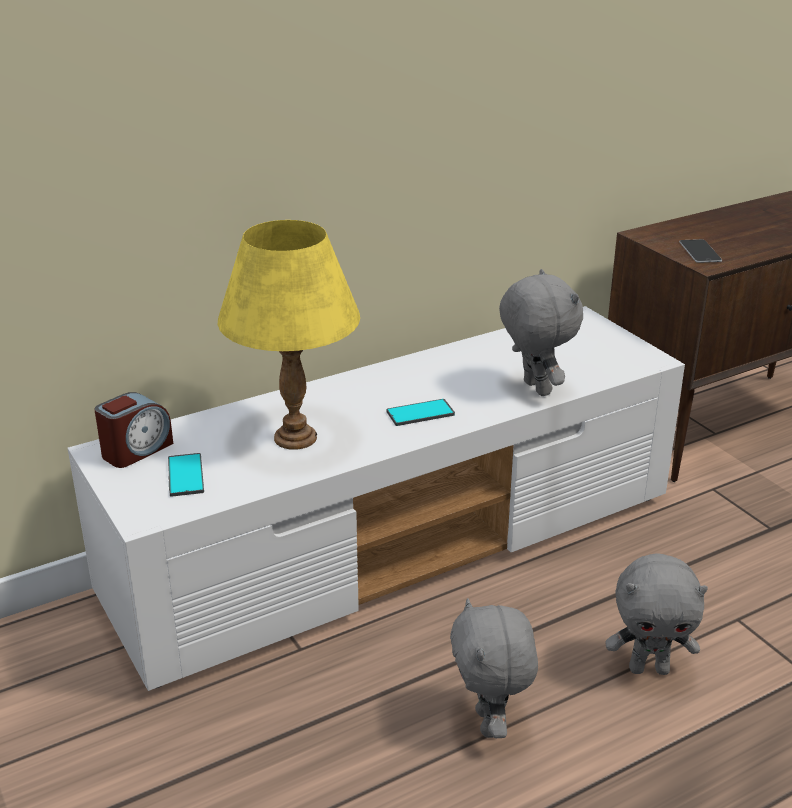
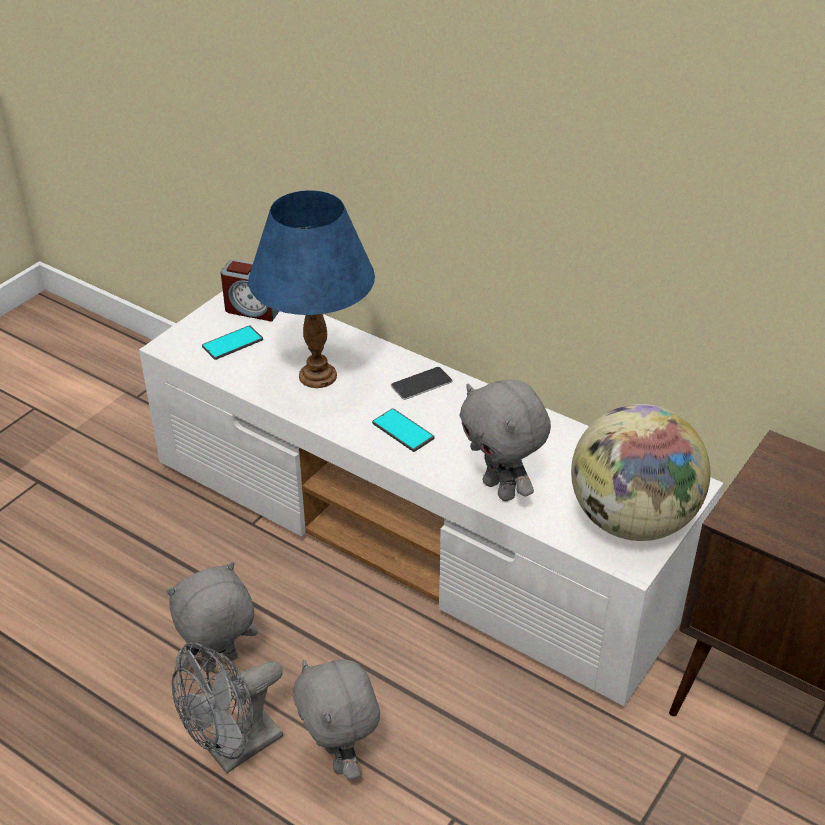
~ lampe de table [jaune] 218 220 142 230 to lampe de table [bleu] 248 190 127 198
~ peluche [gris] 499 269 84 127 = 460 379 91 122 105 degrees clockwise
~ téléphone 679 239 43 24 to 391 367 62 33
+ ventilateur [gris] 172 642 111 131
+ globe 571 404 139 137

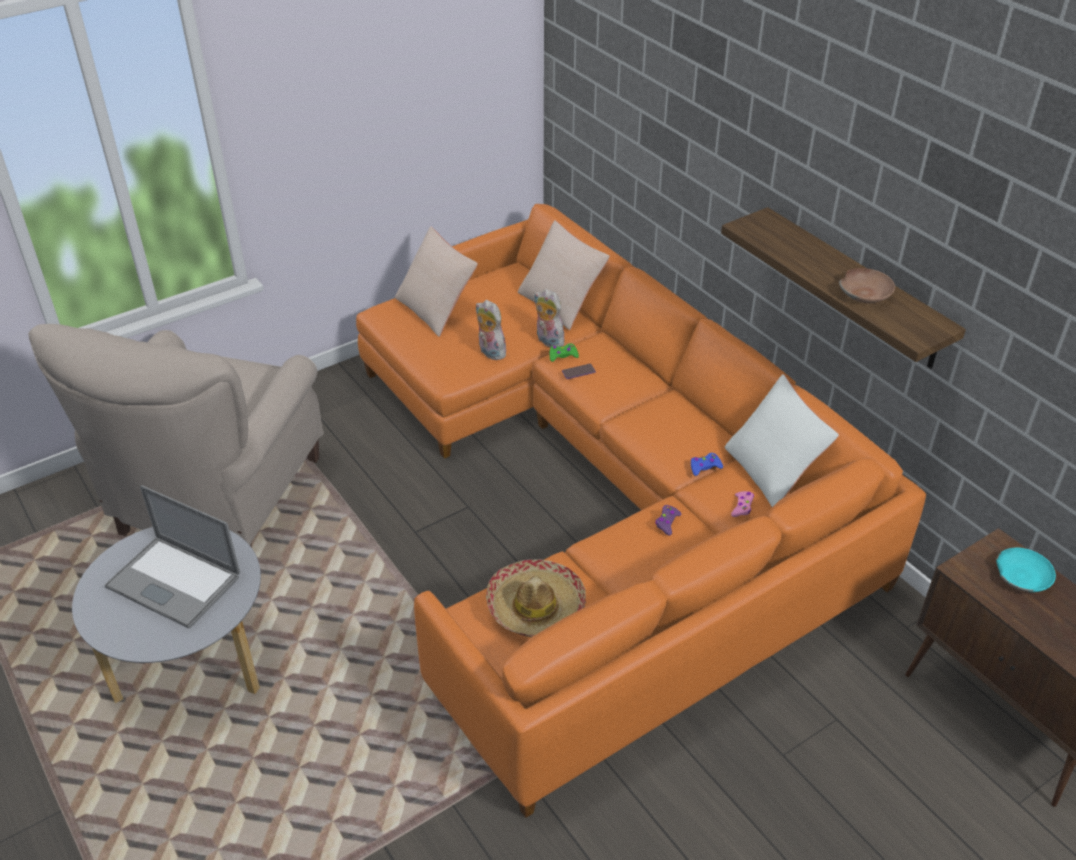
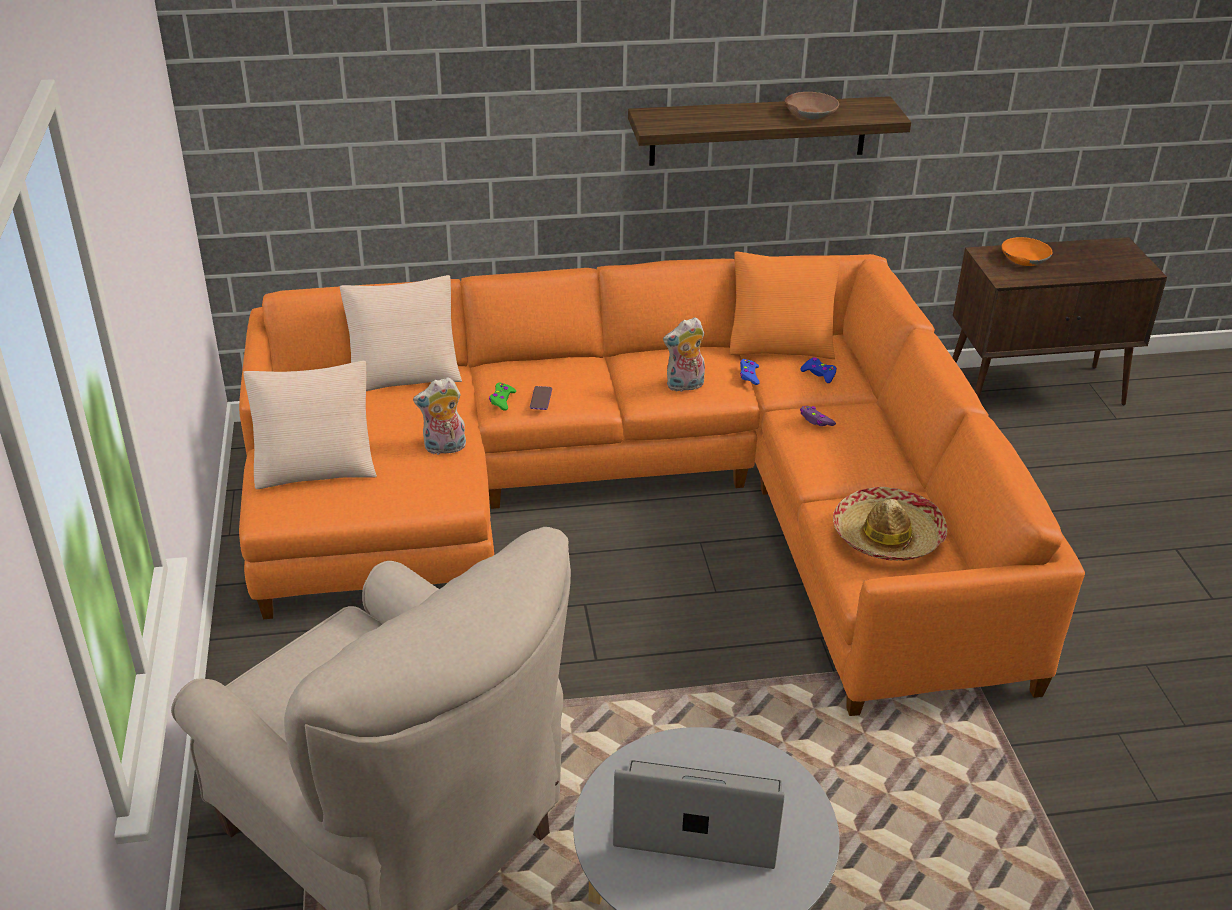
~ ordinateur portable 105 485 135 144 = 613 760 172 109 135 degrees counterclockwise
~ peluche 534 289 32 58 to 663 317 42 75
~ coussin [blanc] 725 374 114 133 to coussin [orange] 730 252 110 107
~ manette [rose] 731 491 23 26 to manette [bleu] 800 357 37 26
~ bol [turquoise] 996 548 60 44 to bol [orange] 1001 237 51 29

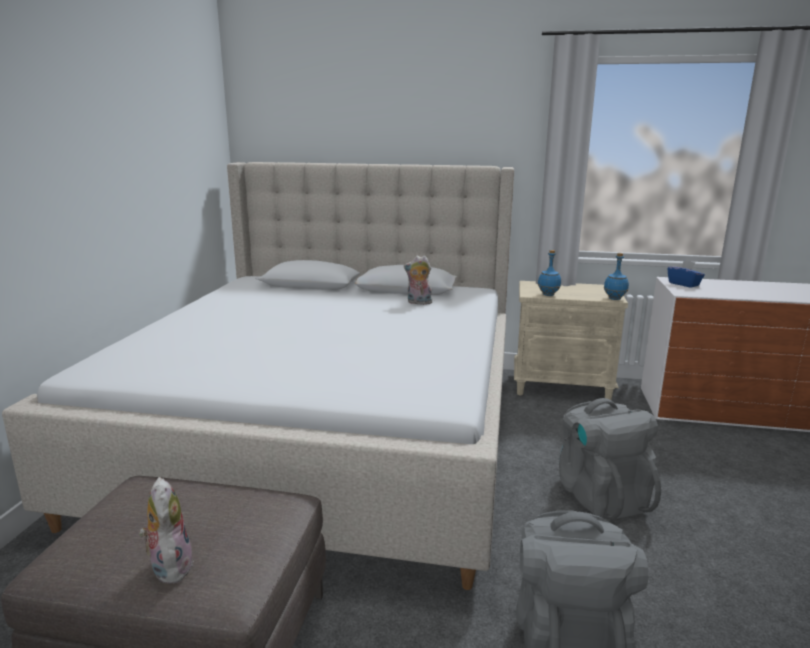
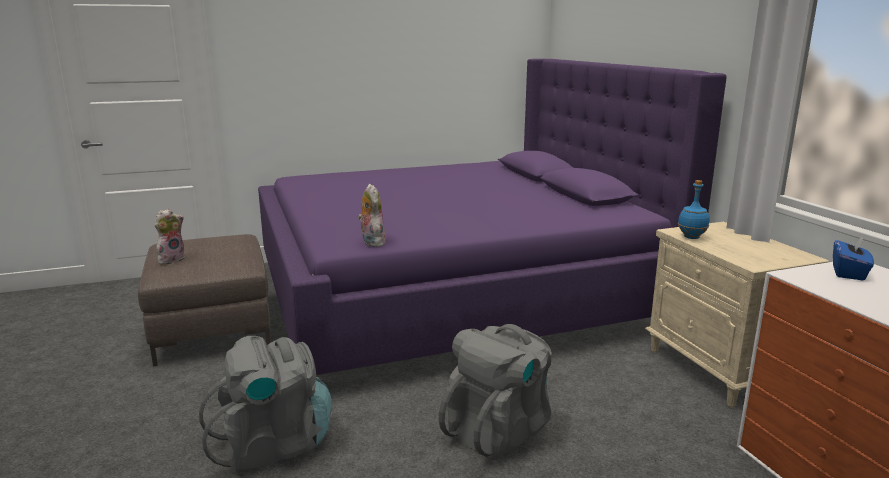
~ lit [beige] 2 162 512 428 to lit [violet] 258 59 469 318
~ peluche 404 255 28 50 to 358 184 28 63
- bouteille [bleu] 604 253 25 47

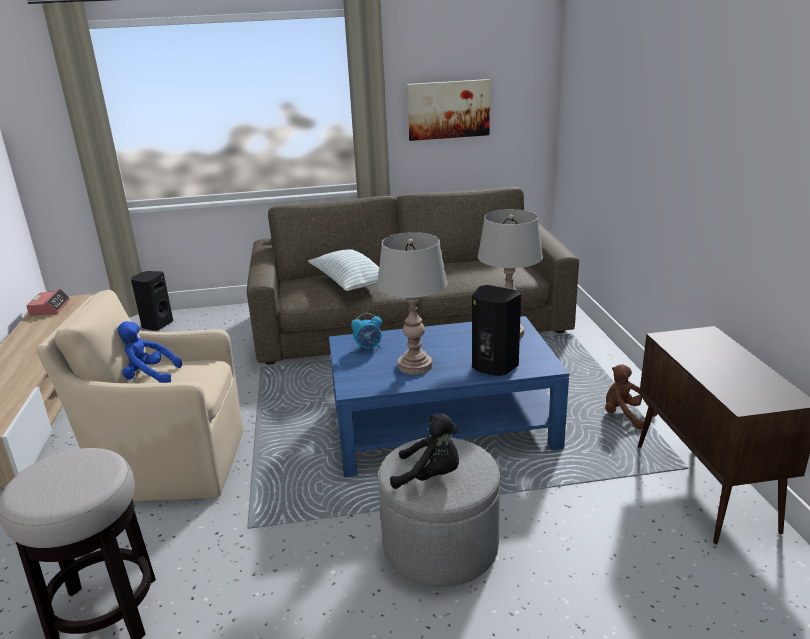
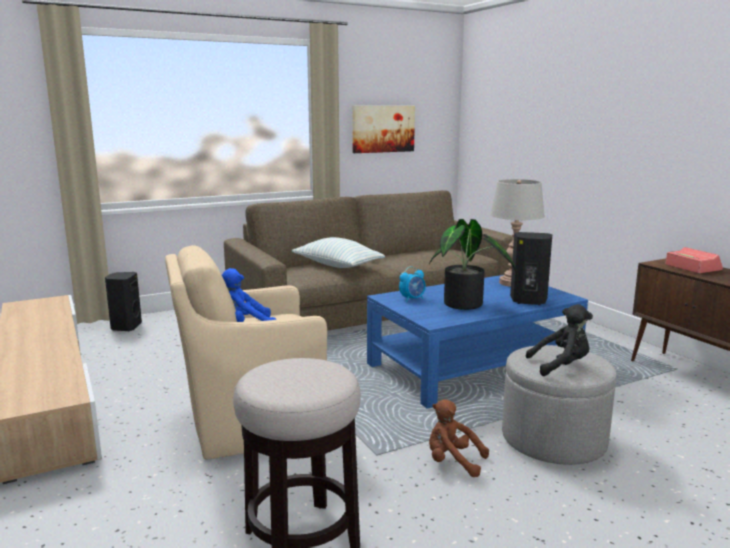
~ réveil 26 289 44 27 to 666 247 57 26
~ lampe de table [gris] 377 232 71 143 to plante en pot 429 219 88 91
~ peluche [marron] 605 364 52 65 to 429 399 60 78

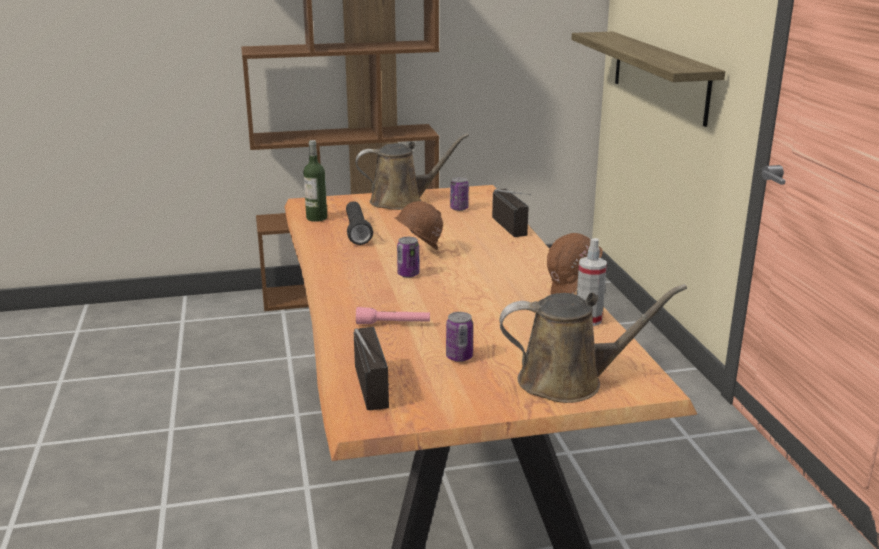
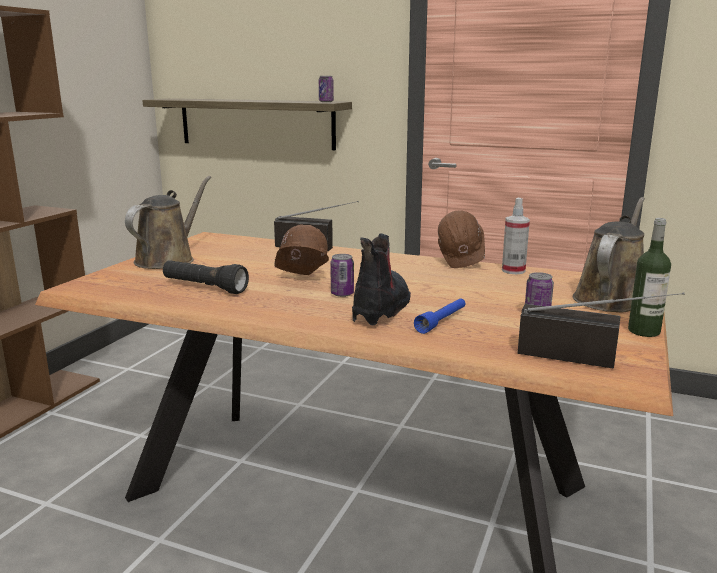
~ bouteille 303 140 24 82 to 628 218 43 119
~ lampe de poche [rose] 356 307 74 17 to lampe de poche [bleu] 414 298 51 36
~ boîte métallique 450 177 19 34 to 319 76 15 26
+ botte 352 233 59 92

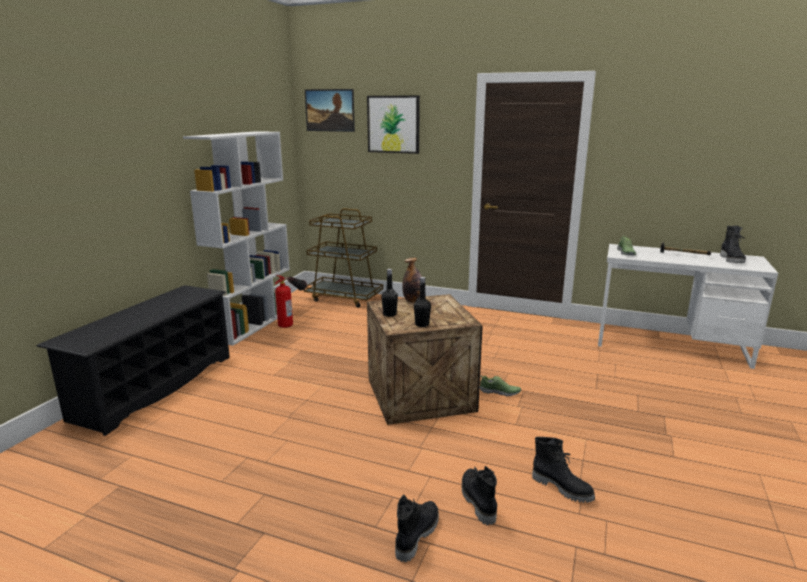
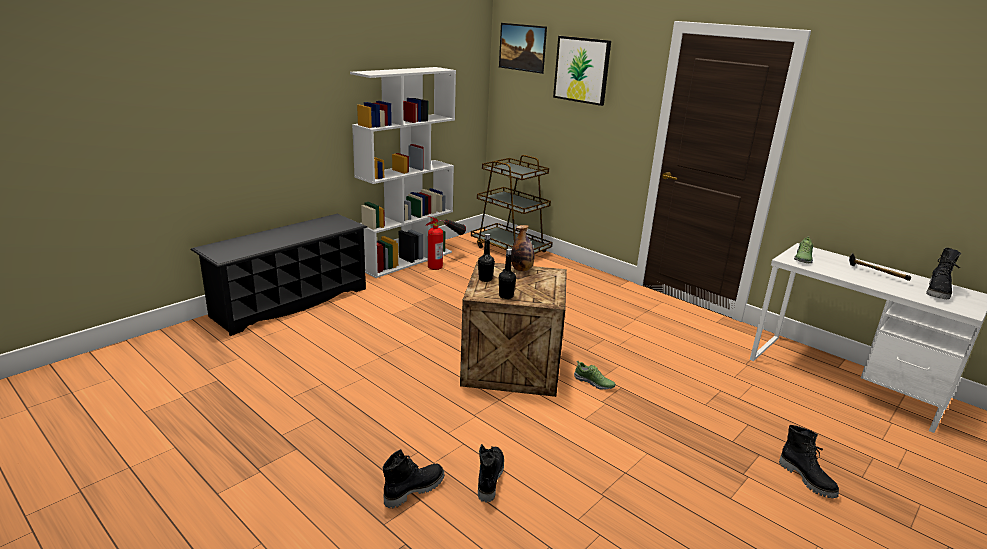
~ botte [noir] 532 437 63 66 to 779 425 60 73

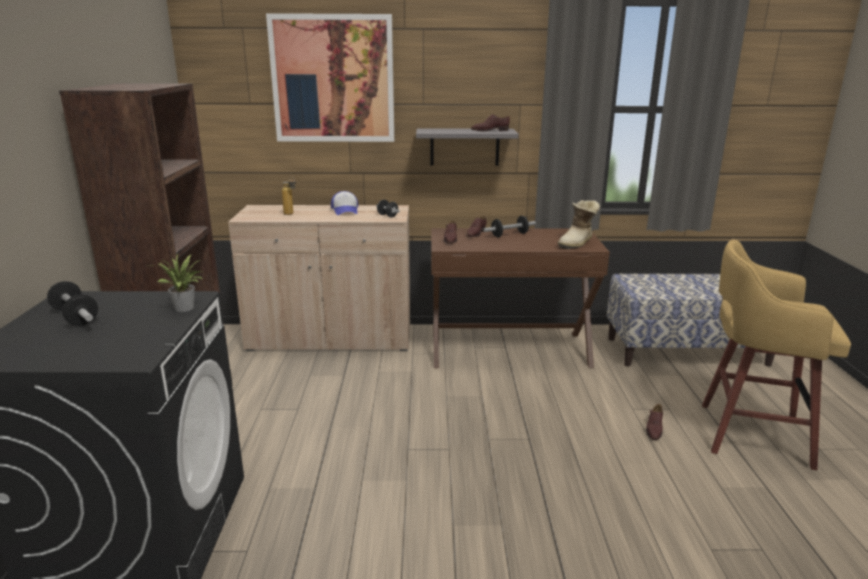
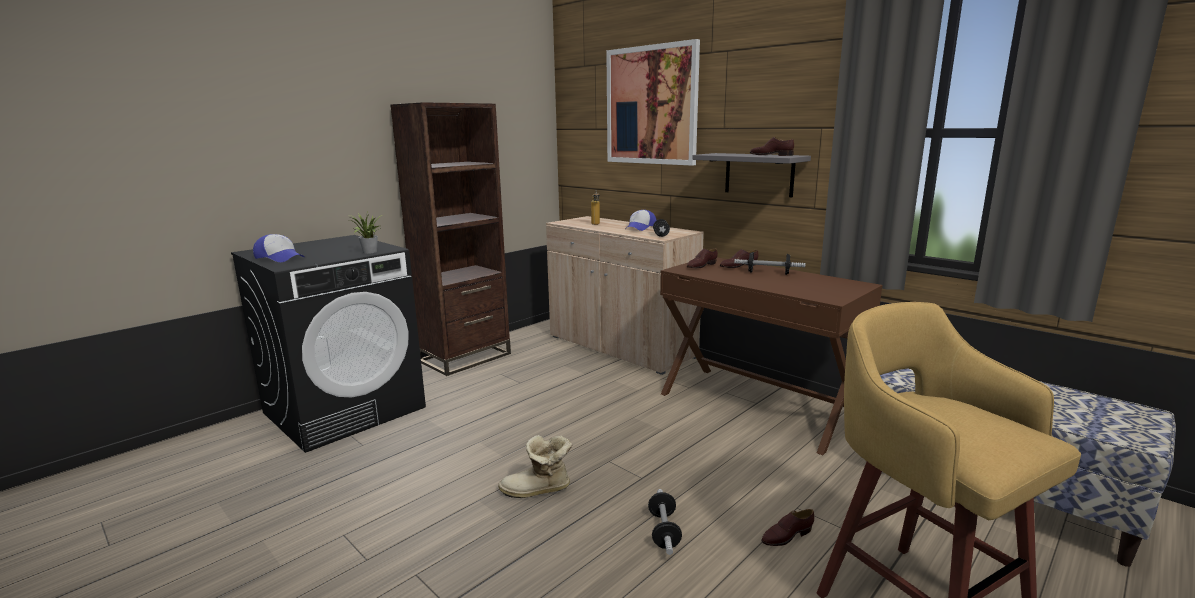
~ haltère 47 281 51 45 to 648 489 34 66
~ botte 558 200 42 49 to 498 435 74 63
+ casquette 253 234 52 28

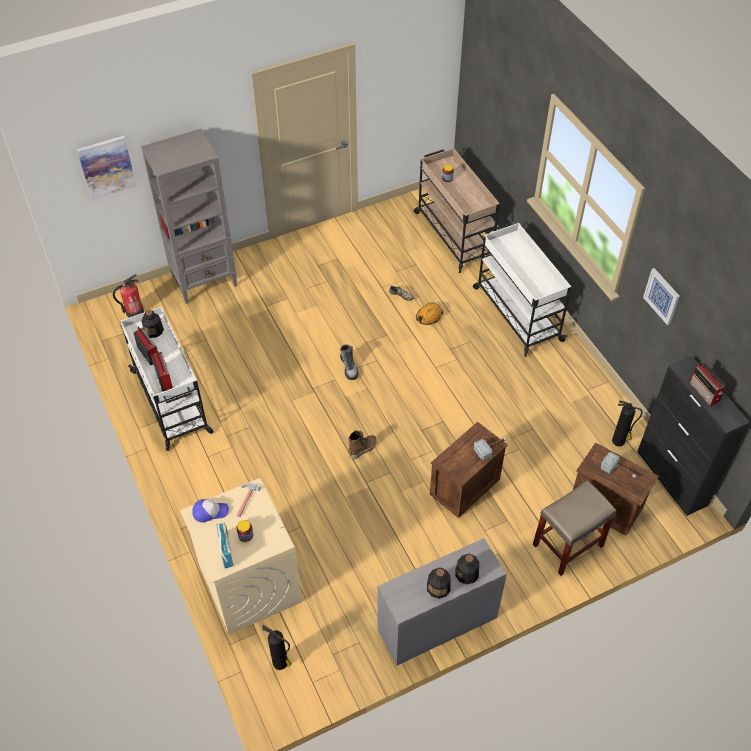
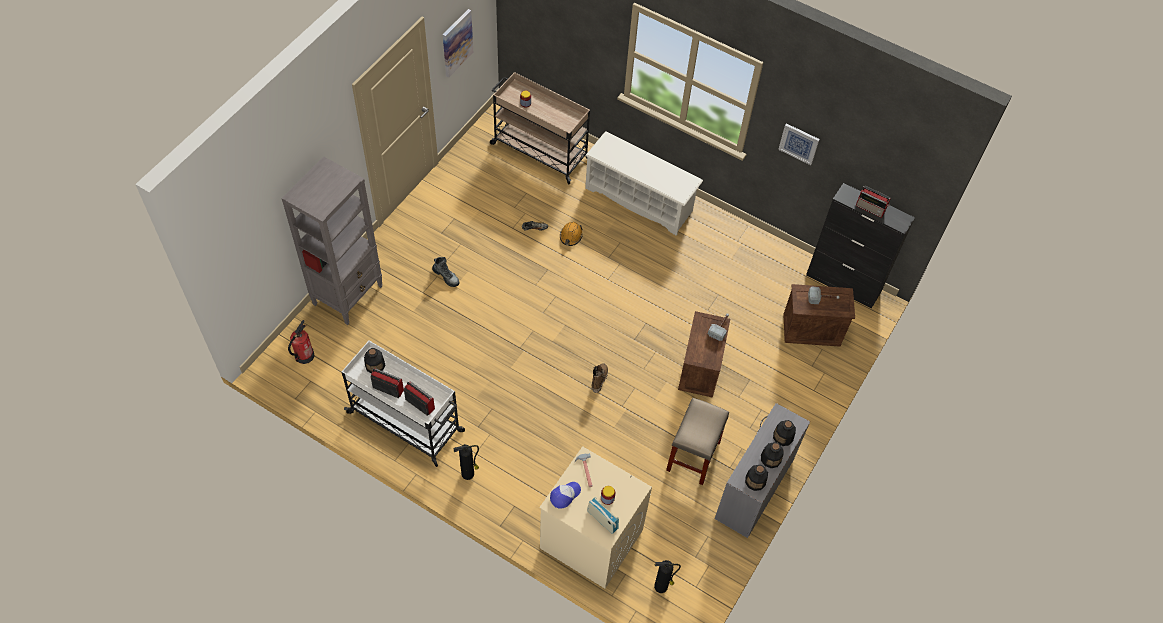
~ tableau 77 136 59 64 to 443 9 30 69
~ botte 340 344 18 36 to 432 257 27 30
~ chariot [blanc] 473 223 98 134 to étagère à chaussures [blanc] 585 132 118 104
~ tabouret [beige] 533 480 84 96 to 666 398 63 87
~ extincteur 612 401 31 45 to 453 444 26 36
+ bouteille 745 465 23 26

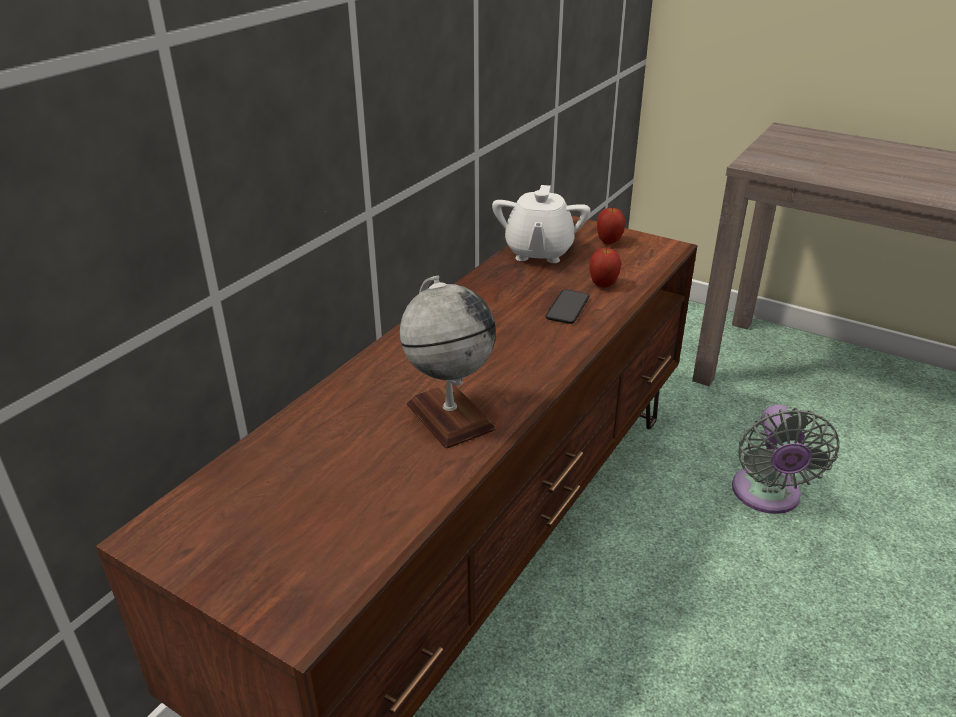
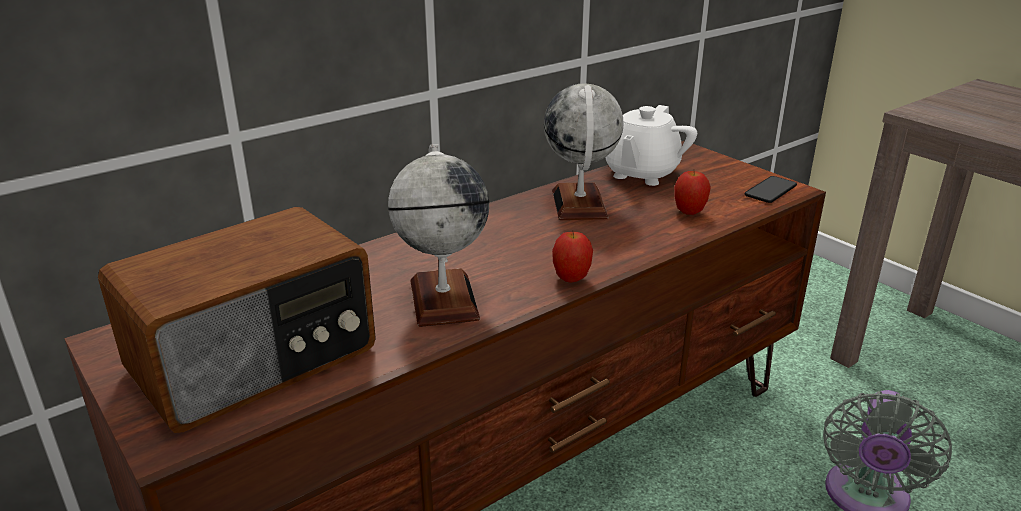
~ téléphone 545 290 44 34 to 745 176 52 27
~ pomme 597 208 29 36 to 552 232 41 50
+ radio 98 207 278 226
+ globe 544 84 79 136

